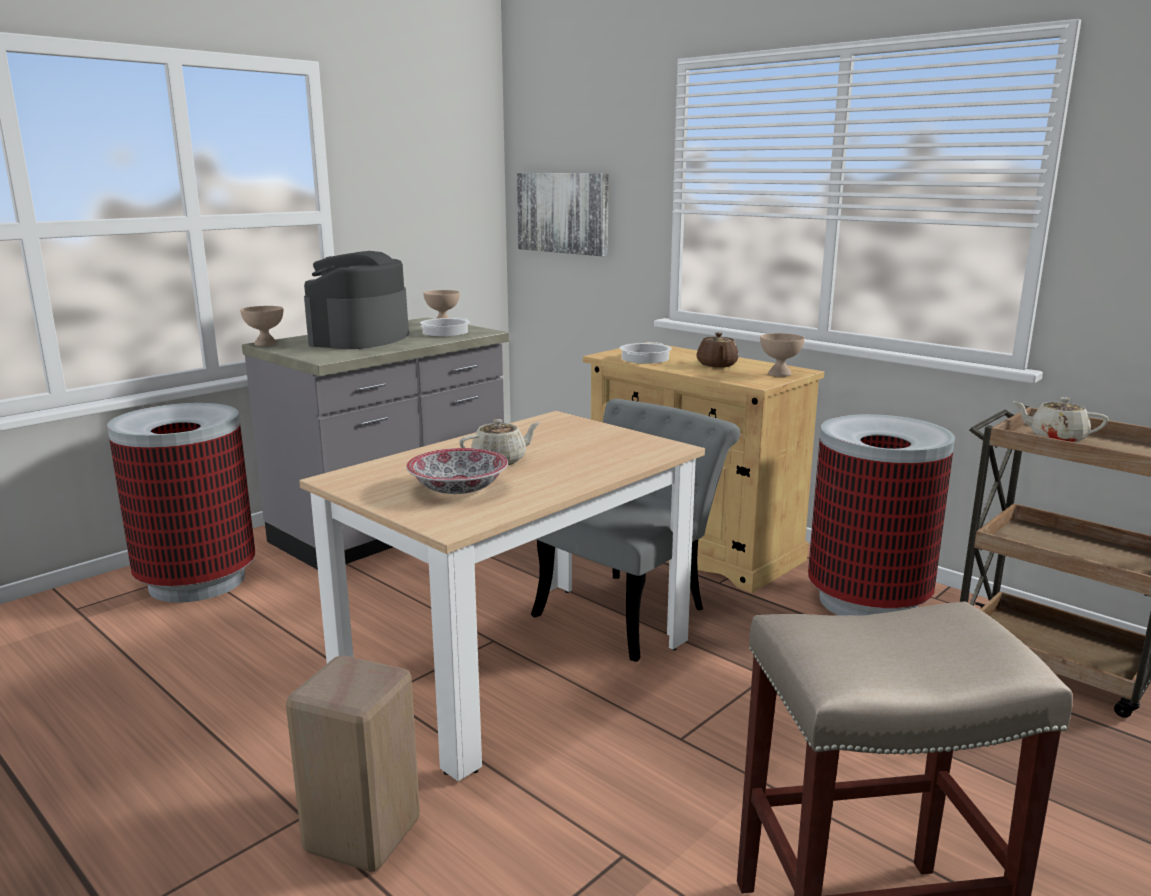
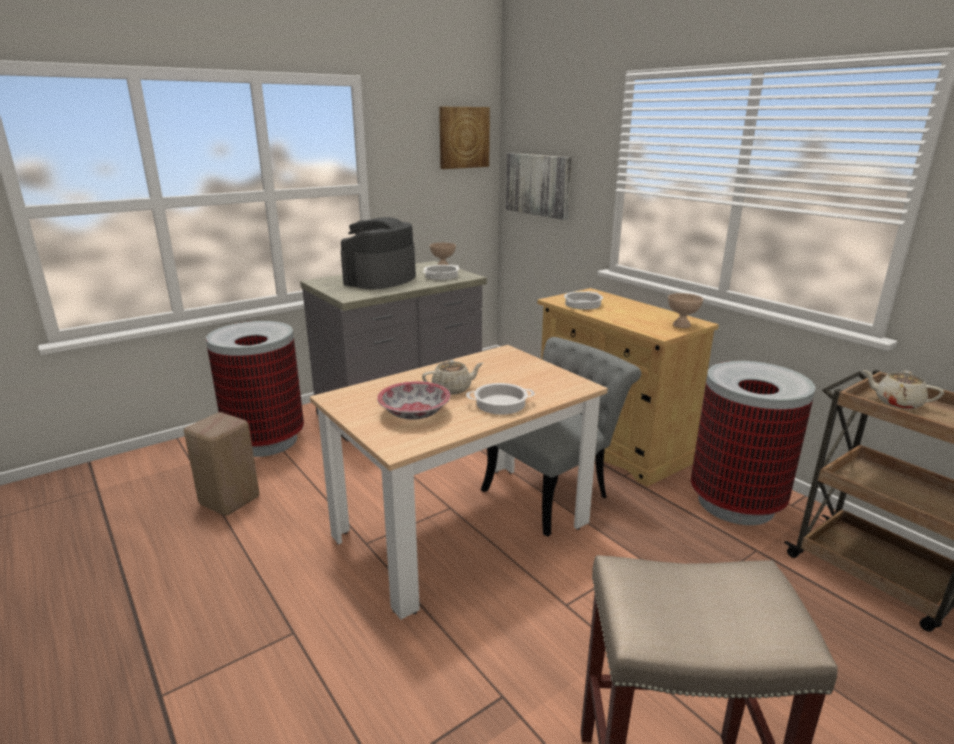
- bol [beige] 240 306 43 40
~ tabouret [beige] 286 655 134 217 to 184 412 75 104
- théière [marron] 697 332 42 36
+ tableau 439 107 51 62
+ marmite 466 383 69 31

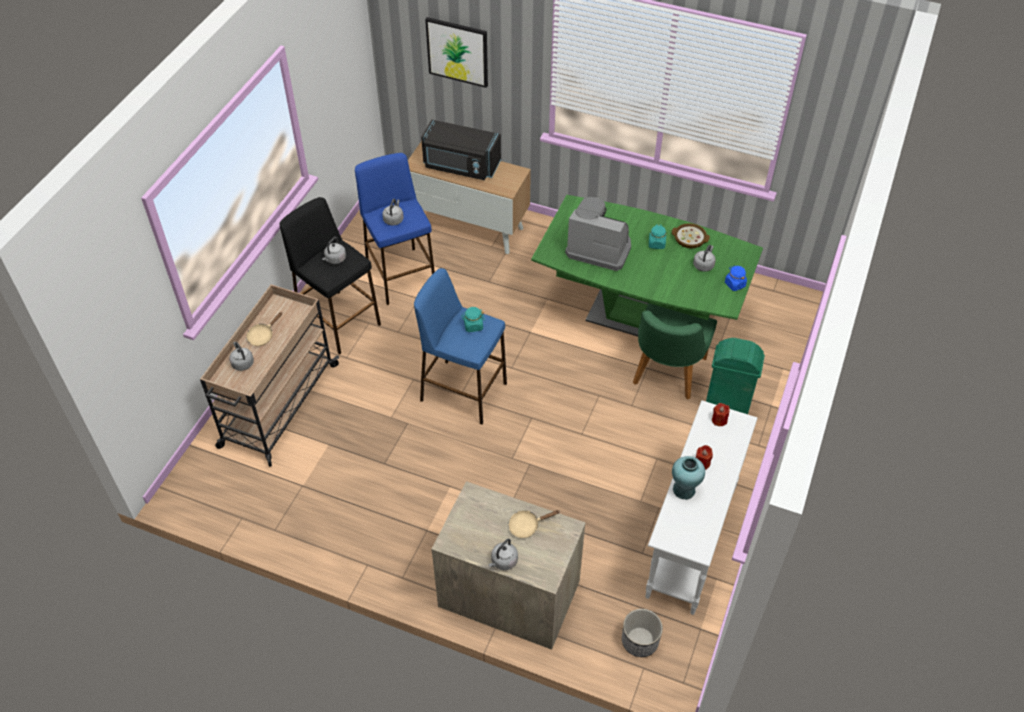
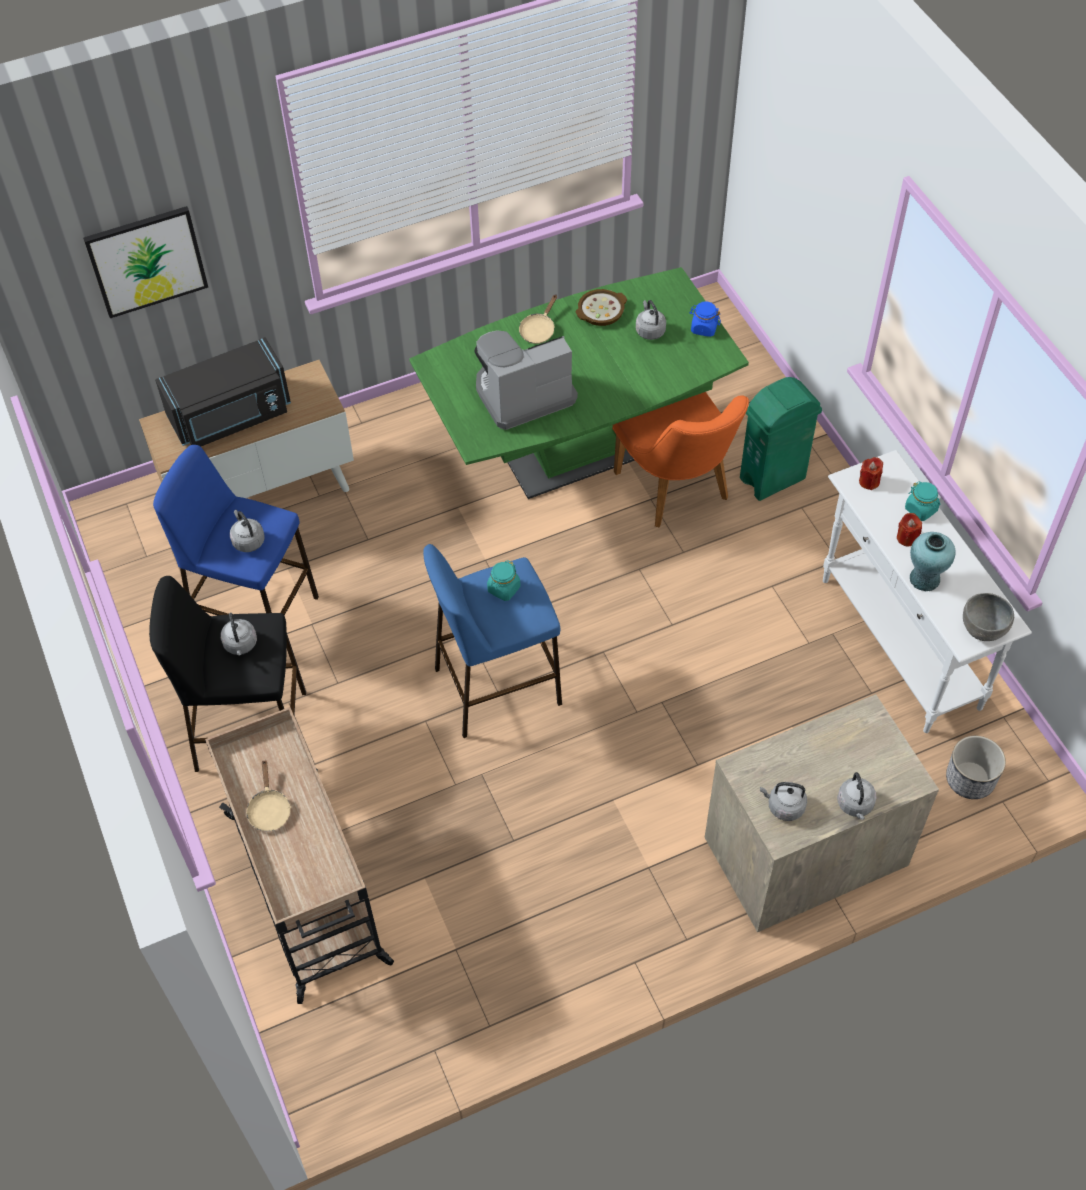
~ bouilloire [gris] 229 342 25 29 to 760 782 47 39
~ poêle [beige] 508 510 51 28 to 519 294 38 50
~ chaise [vert] 633 303 84 97 to chaise [orange] 612 392 137 136
~ bocal [turquoise] 649 224 17 25 to 905 481 35 40
+ bol [gris] 963 593 51 48

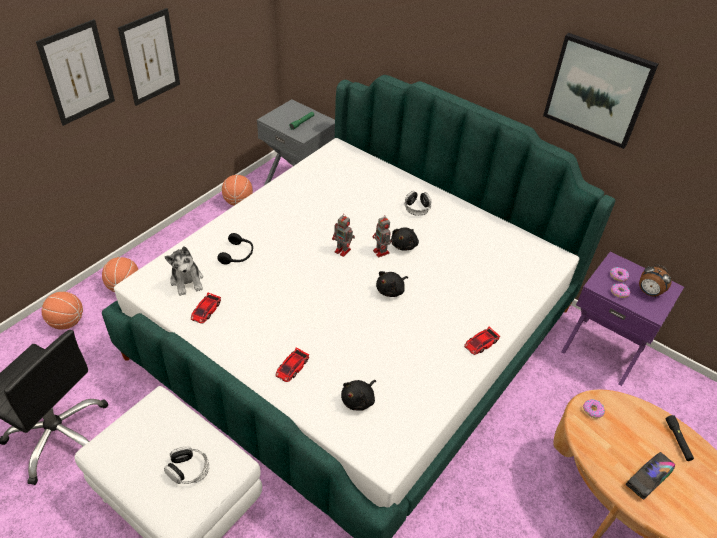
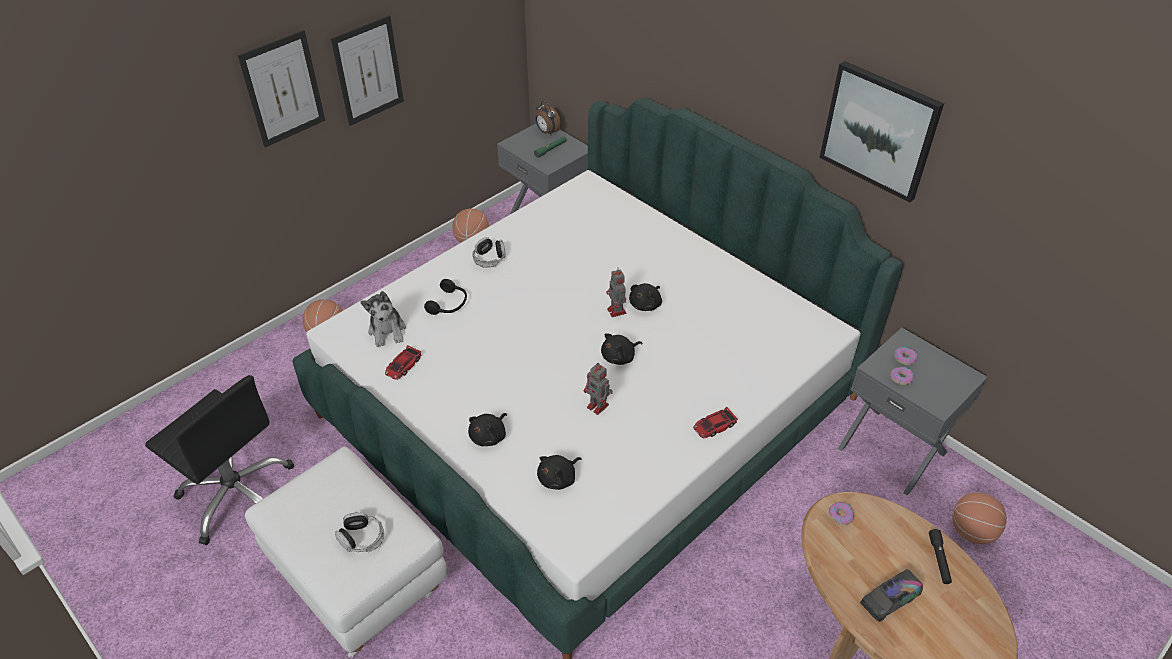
~ ballon de basket 42 292 41 38 to 952 492 55 52
~ petite voiture 275 348 34 34 to peluche [noir] 468 413 39 33
~ robot jouet 332 214 23 43 to 584 363 29 52
~ casque audio 404 191 27 25 to 472 237 34 31
~ table de chevet [violet] 561 252 123 134 to table de chevet [gris] 838 328 150 167
~ réveil 639 264 32 34 to 535 101 26 35

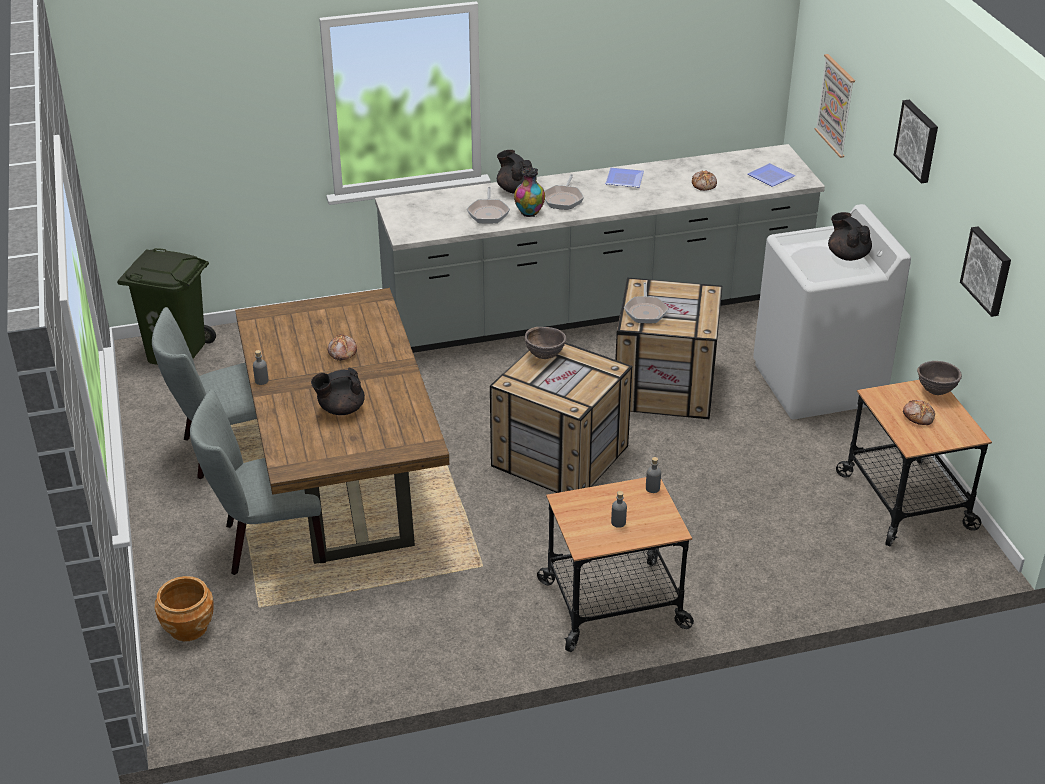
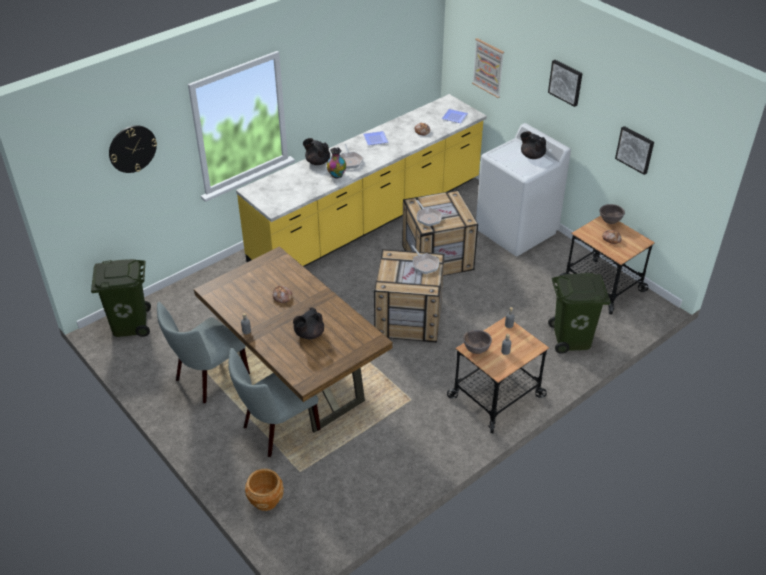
~ comptoir de cuisine [gris] 375 144 450 209 to comptoir de cuisine [jaune] 236 94 251 173
~ poêle 467 187 43 36 to 412 245 27 29
~ bol [marron] 525 327 41 32 to 463 330 29 24
+ horloge murale 109 125 48 48
+ poubelle [vert] 548 273 63 81

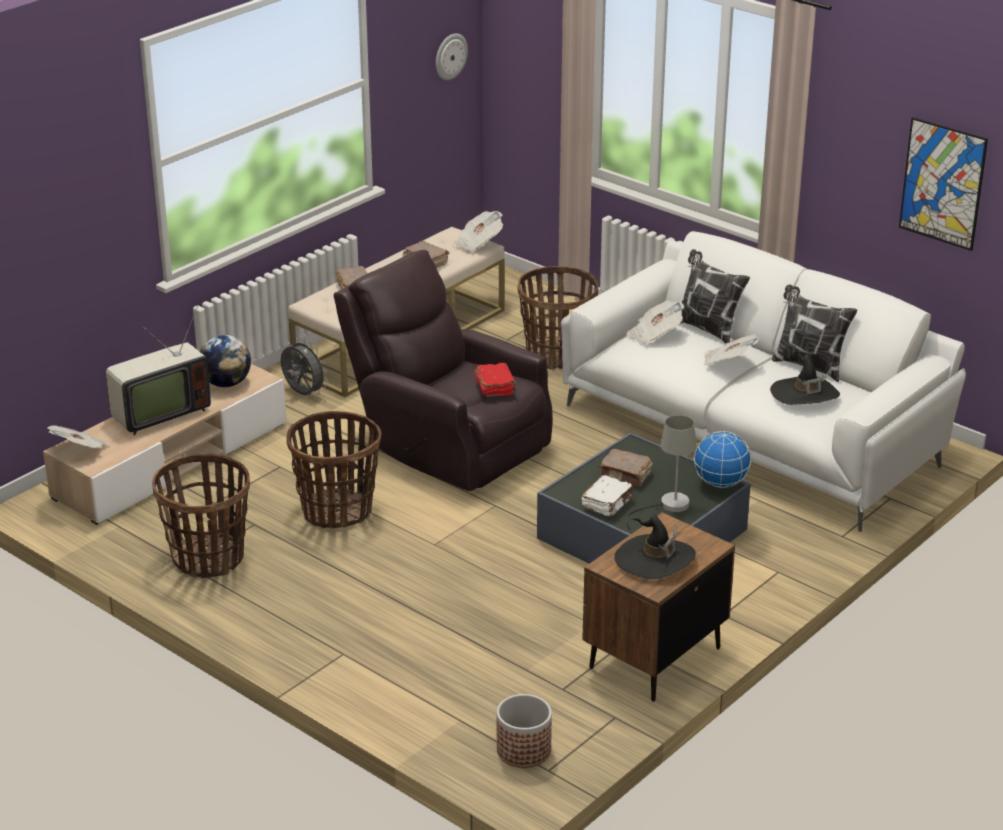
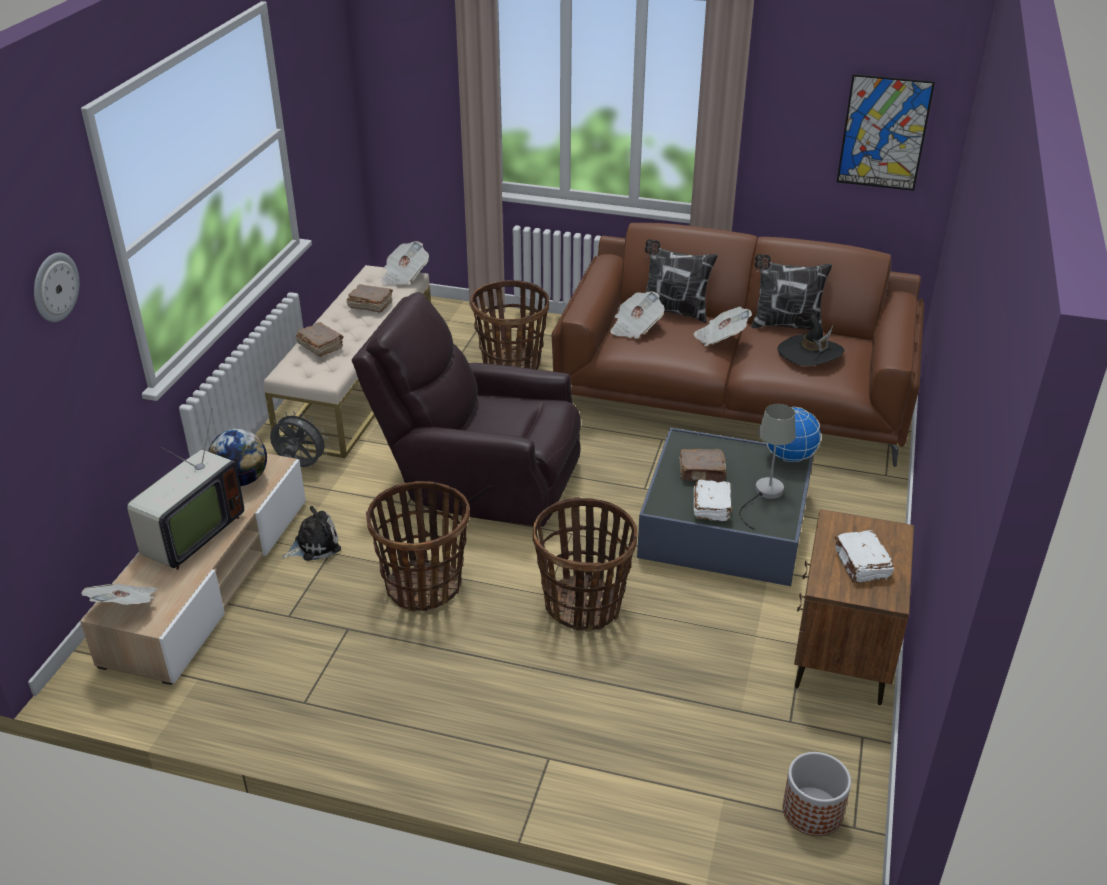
~ panier 152 453 98 125 to 533 497 105 135
~ horloge murale 436 33 32 47 to 34 253 45 69
- livre [rouge] 474 363 42 34
~ canapé [blanc] 561 231 405 301 to canapé [marron] 552 223 372 244
~ chapeau [noir] 614 515 82 64 to livre [blanc] 835 530 59 53
+ peluche 282 506 59 55

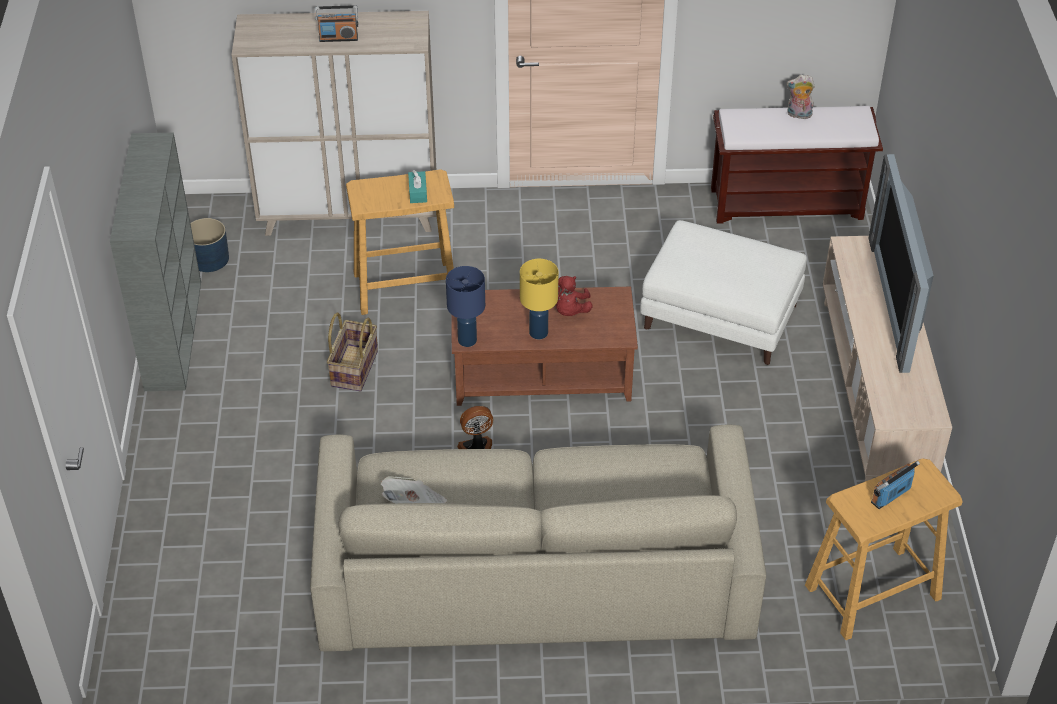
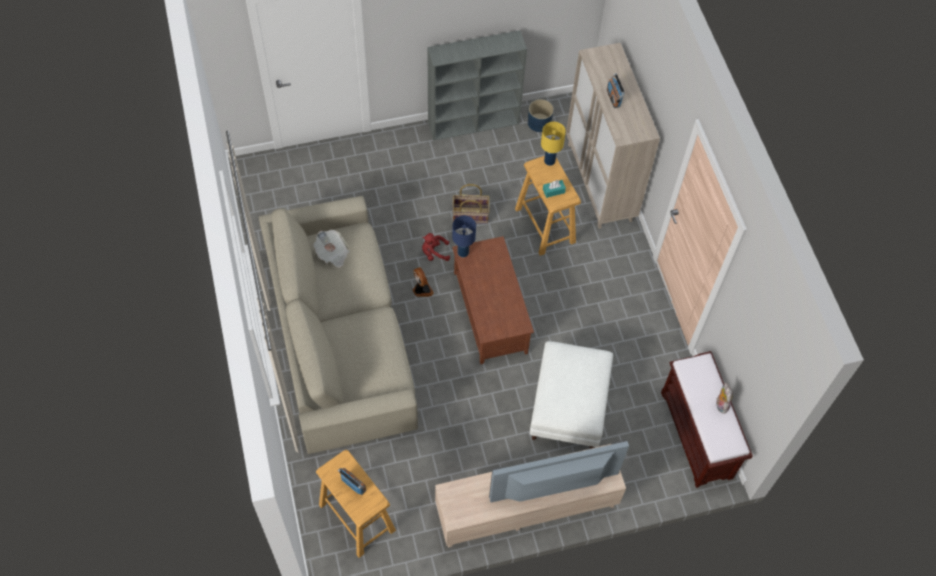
~ lampe de table [jaune] 520 259 39 80 to 541 122 25 44
~ peluche [rouge] 556 276 37 40 to 422 233 28 28

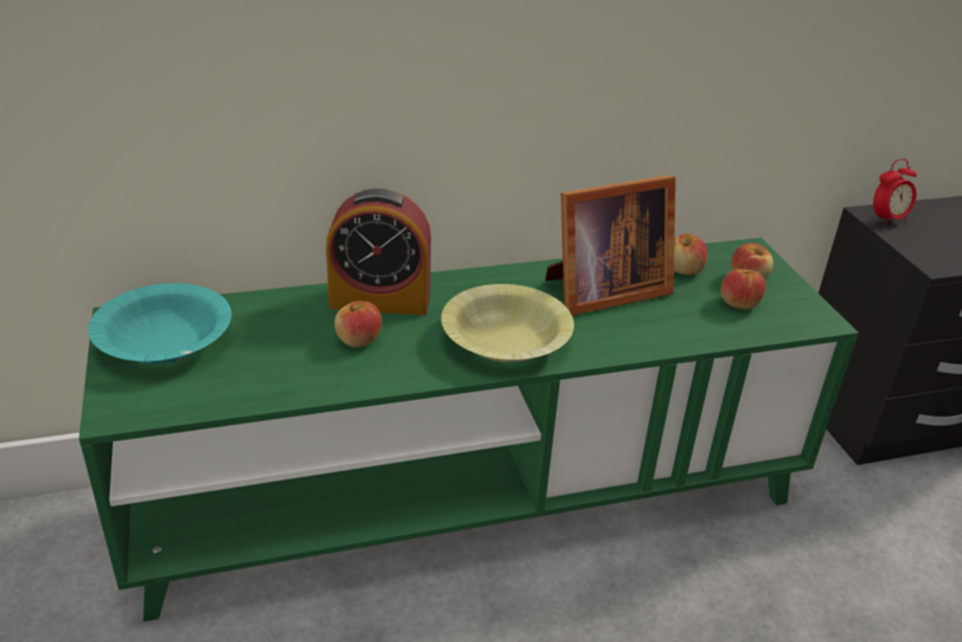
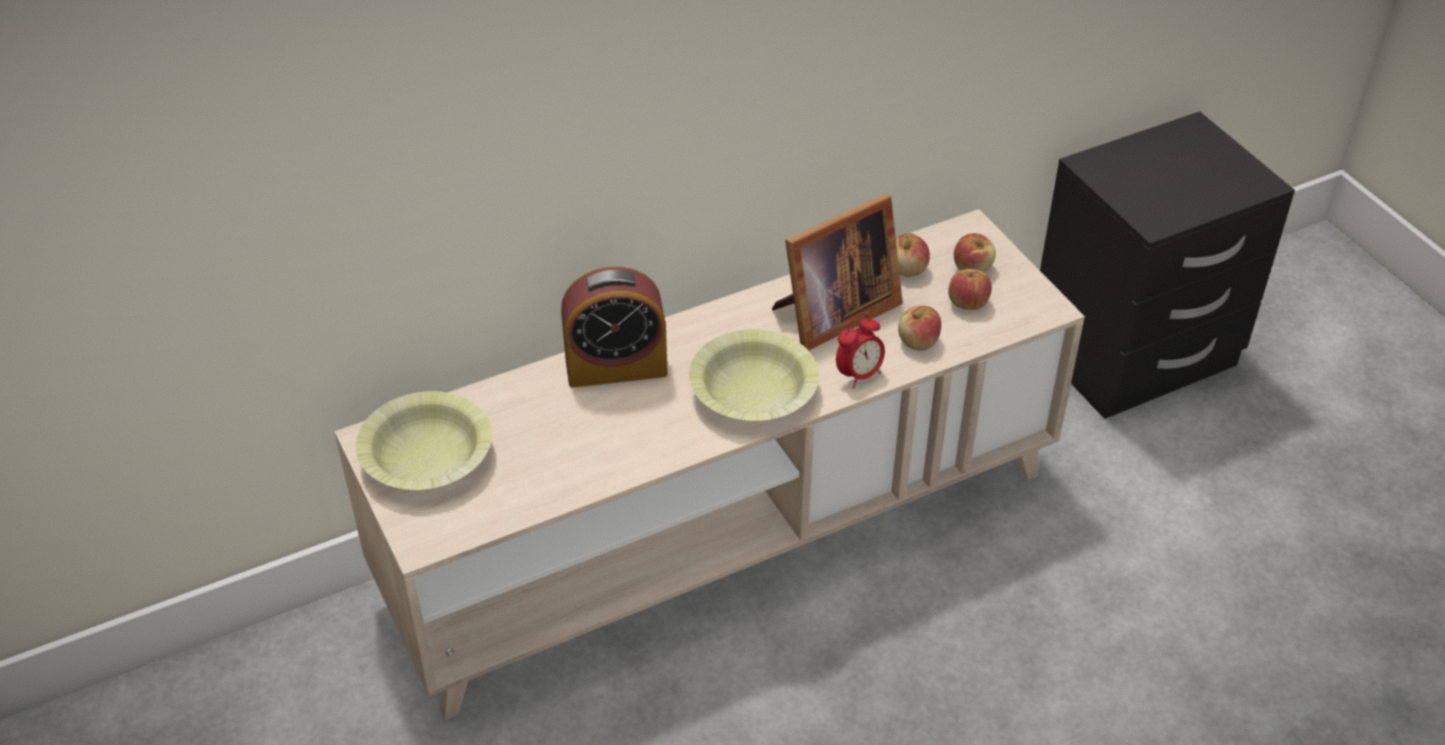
~ meuble télé [vert] 79 238 779 384 to meuble télé [beige] 334 209 751 511
~ bol [turquoise] 88 283 144 81 to bol [jaune] 356 391 136 99
~ pomme 335 301 47 47 to 898 306 43 45
~ réveil 873 159 44 67 to 836 313 49 76

